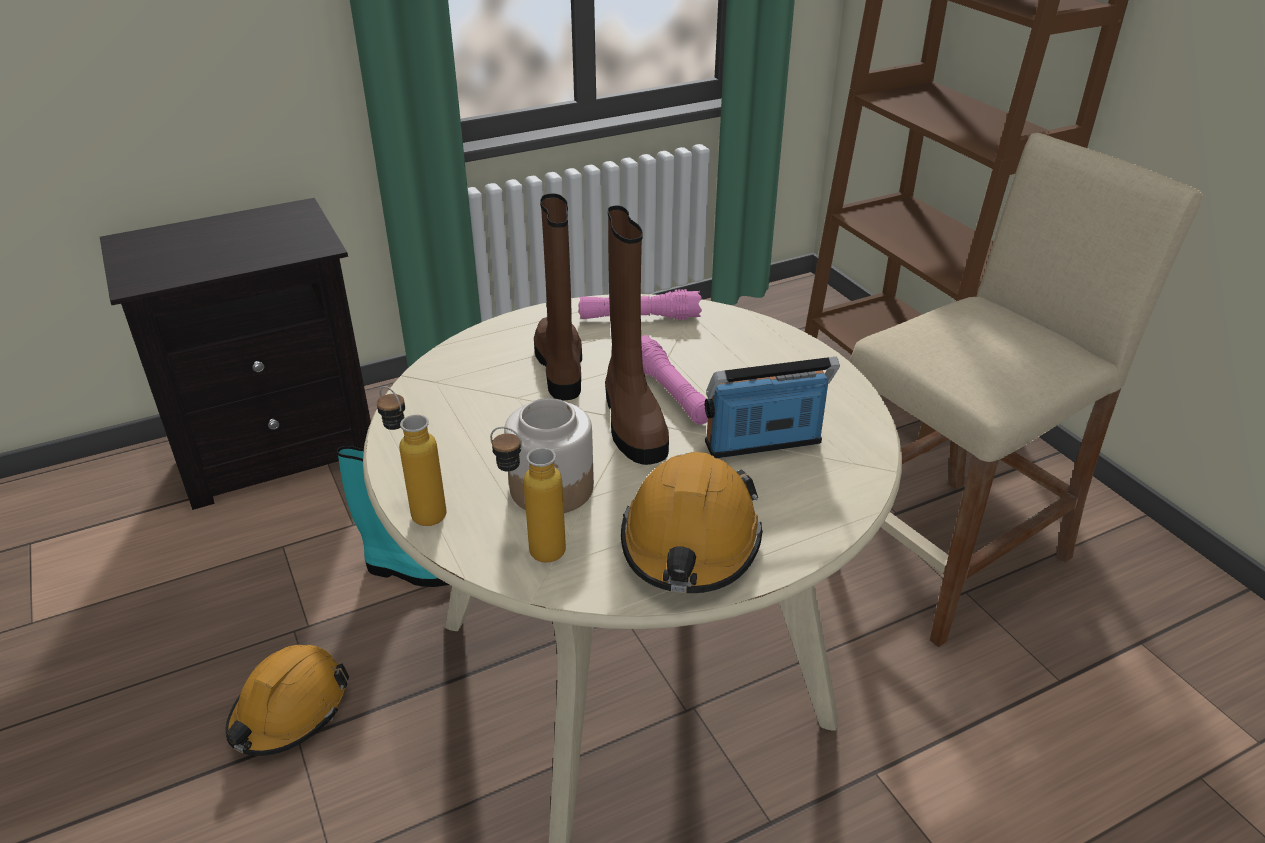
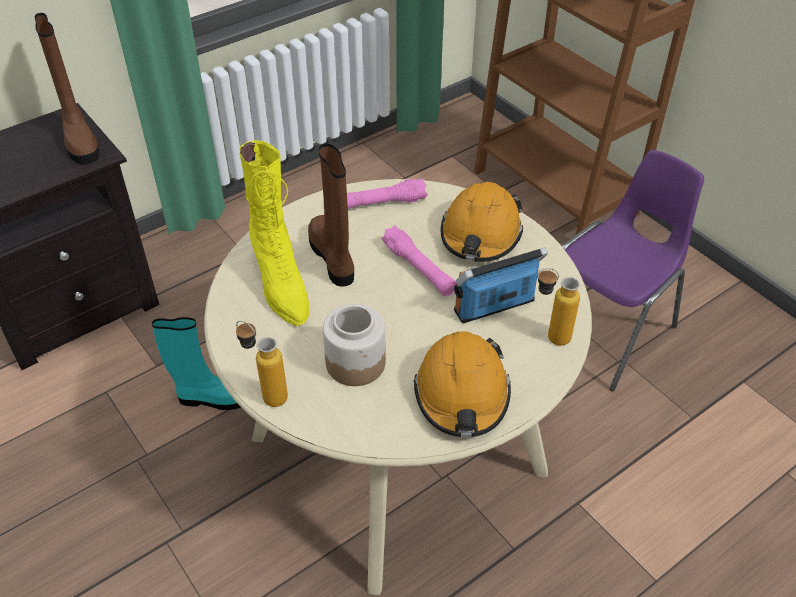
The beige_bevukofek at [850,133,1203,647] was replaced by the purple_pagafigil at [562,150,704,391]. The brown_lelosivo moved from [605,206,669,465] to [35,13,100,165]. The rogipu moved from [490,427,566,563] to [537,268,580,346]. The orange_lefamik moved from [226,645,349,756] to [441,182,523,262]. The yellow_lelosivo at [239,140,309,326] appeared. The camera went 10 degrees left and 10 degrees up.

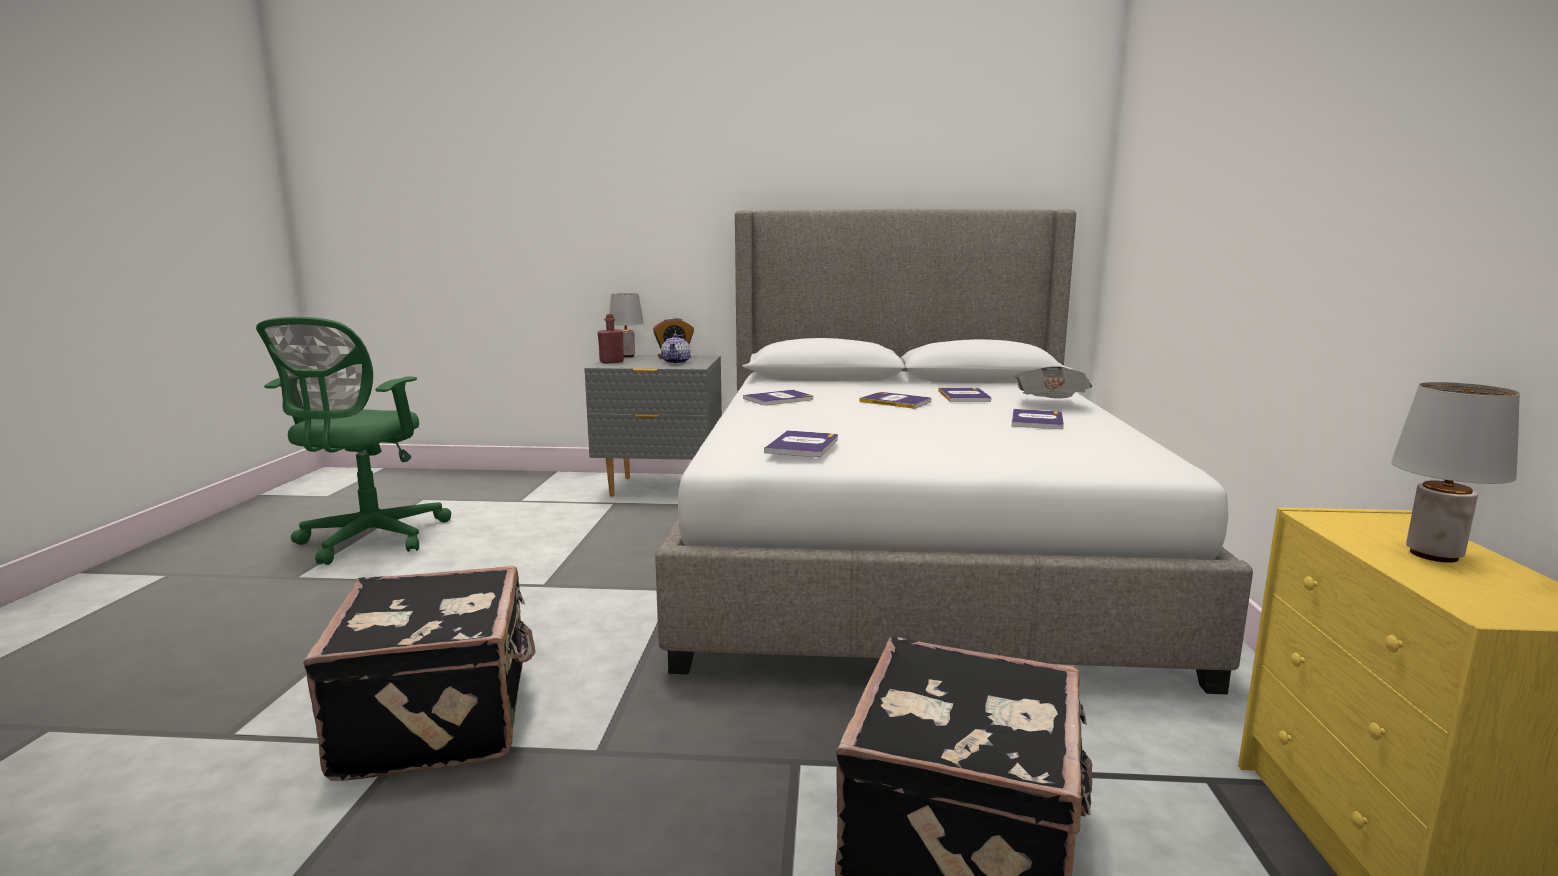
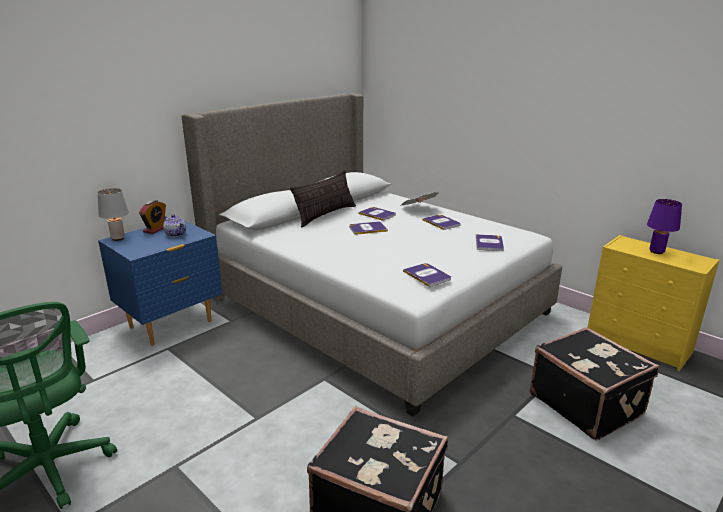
The red_rogipu at [598,314,624,364] disappeared. The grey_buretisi at [584,355,722,496] became the blue_buretisi at [98,221,223,346]. The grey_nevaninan at [1391,382,1520,563] became the purple_nevaninan at [647,199,682,254]. The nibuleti moved from [743,390,813,405] to [476,234,504,251]. The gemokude at [290,170,356,228] appeared. The camera went 50 degrees left and 10 degrees up.

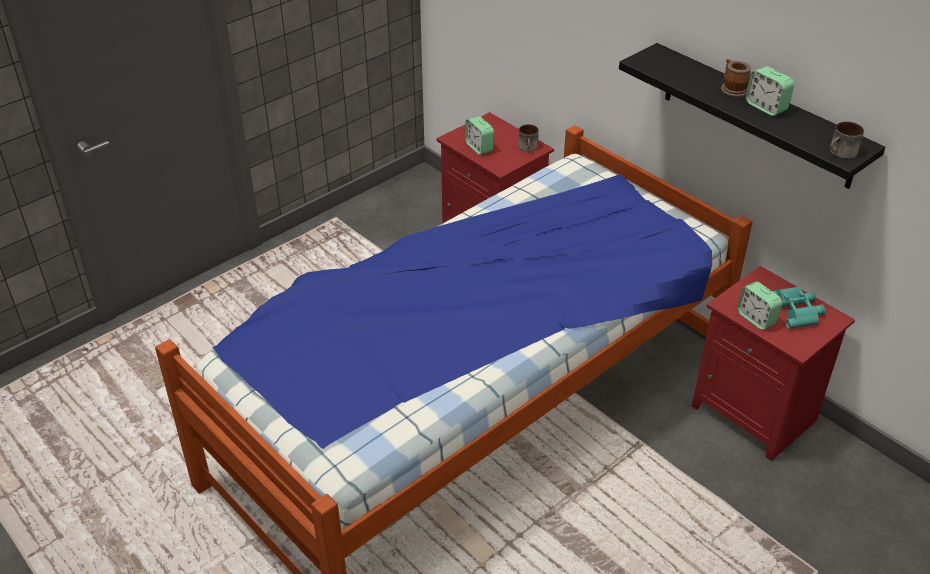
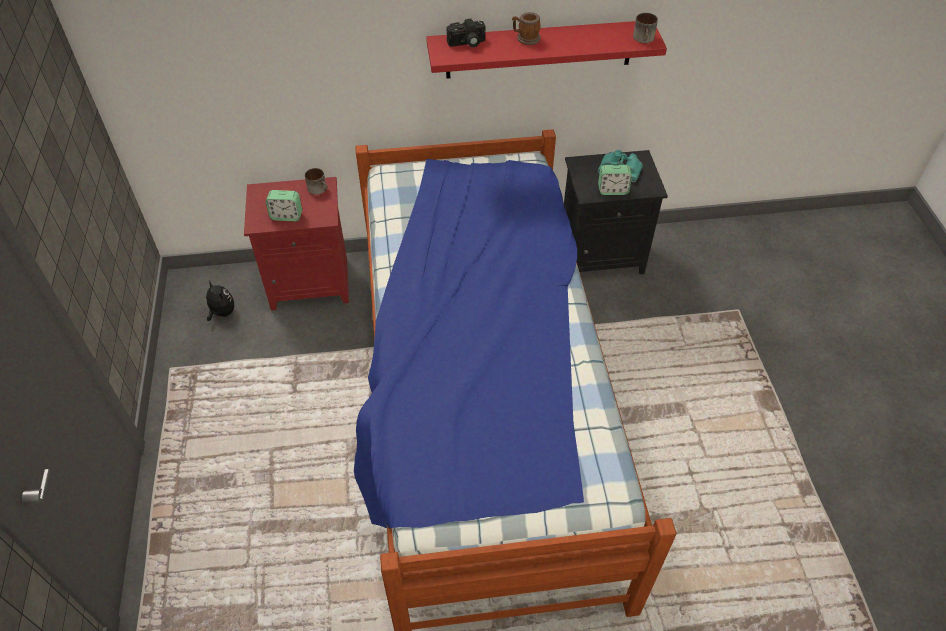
The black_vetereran at [619,43,885,189] became the red_vetereran at [426,21,667,79]. The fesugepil at [746,66,794,116] disappeared. The red_buretisi at [692,266,855,461] became the black_buretisi at [564,150,668,274]. The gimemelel at [446,19,486,47] appeared. The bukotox at [204,281,235,321] appeared. The camera went 55 degrees left and 10 degrees up.

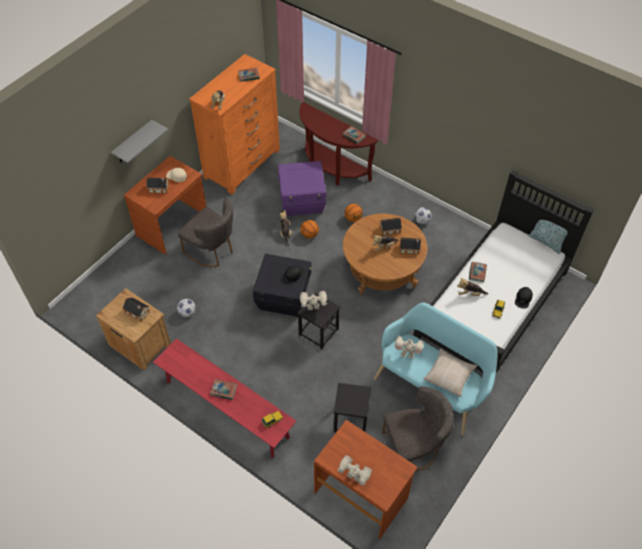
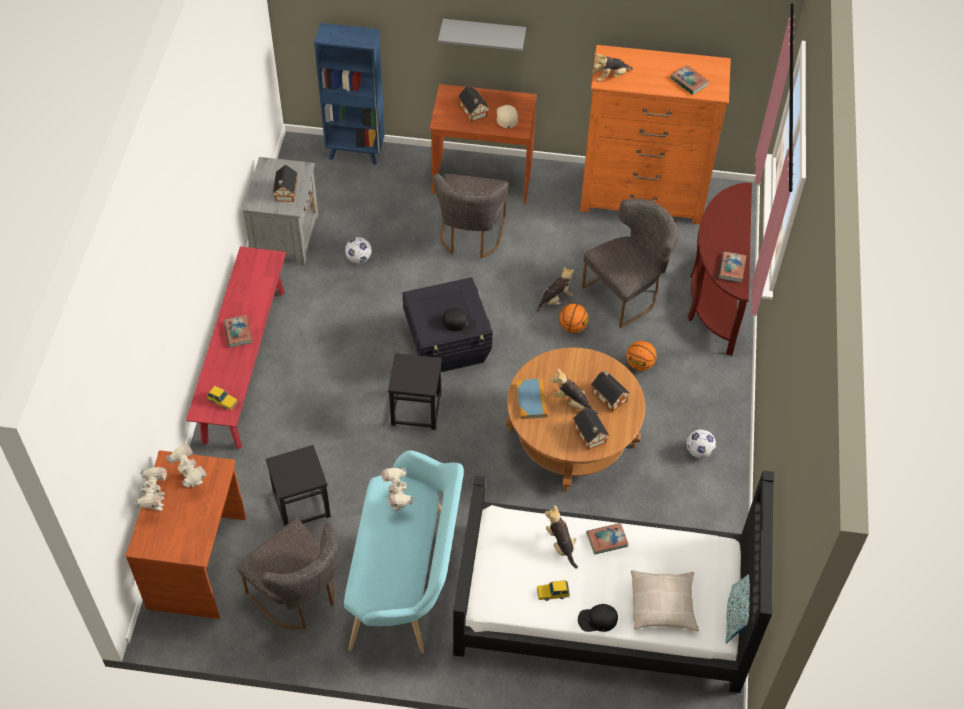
The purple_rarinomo at [278,161,326,216] was replaced by the grey_pagafigil at [582,199,678,328]. The brown_buretisi at [96,288,171,370] became the grey_buretisi at [242,157,318,265]. The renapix moved from [300,291,327,310] to [167,444,207,487]. The beige_gemokude moved from [423,348,477,397] to [631,570,699,631]. The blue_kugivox at [314,23,385,165] appeared. The nibuleti at [516,378,548,419] appeared. The camera went 60 degrees right and 0 degrees up.

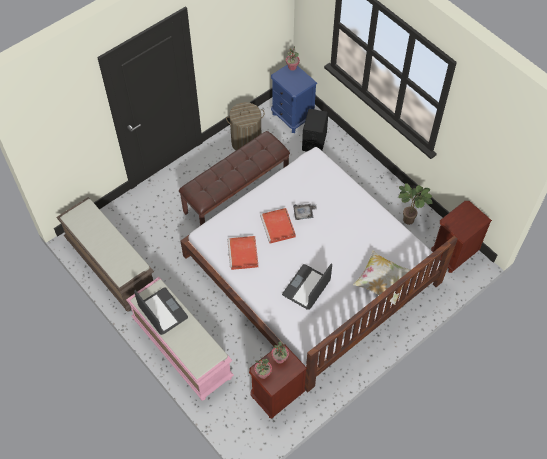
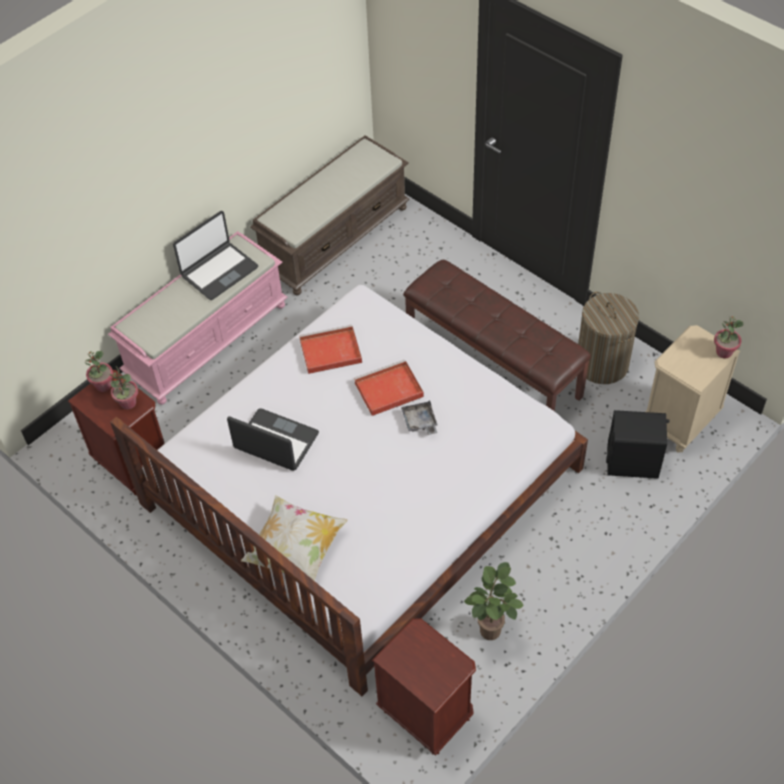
The blue_buretisi at [271,65,317,133] became the beige_buretisi at [646,325,741,453]. The camera went 85 degrees right and 5 degrees down.

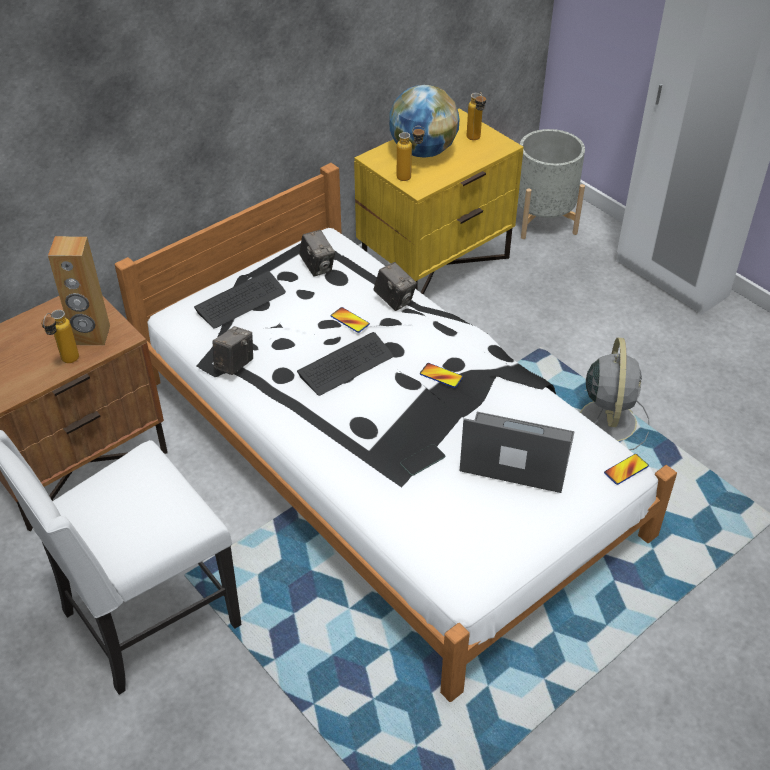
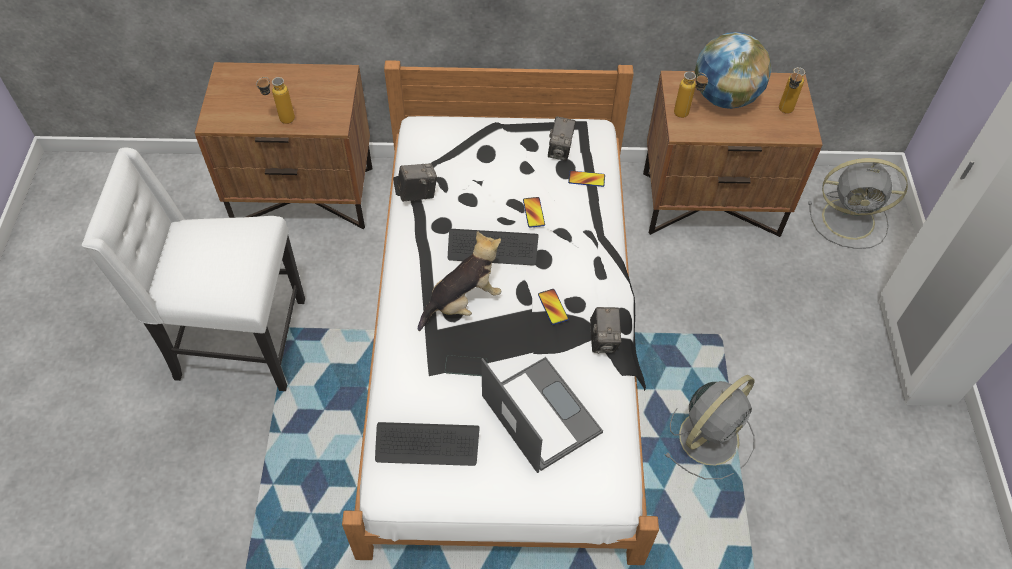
The yellow_buretisi at [354,108,524,295] became the brown_buretisi at [643,71,823,237]. The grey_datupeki at [518,129,585,239] was replaced by the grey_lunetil at [808,158,908,249]. The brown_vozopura at [48,236,110,345] disappeared. The gimemelel moved from [374,262,417,311] to [590,307,621,354]. The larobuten moved from [194,271,286,329] to [375,422,480,466]. The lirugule moved from [604,454,649,485] to [568,171,605,187]. The bukotox at [418,231,501,331] appeared. The camera went 40 degrees right and 10 degrees up.

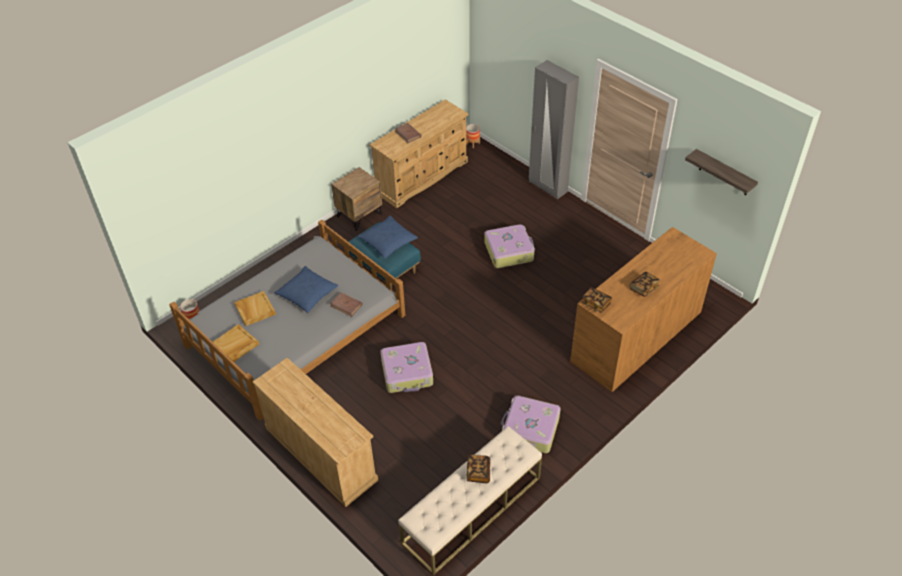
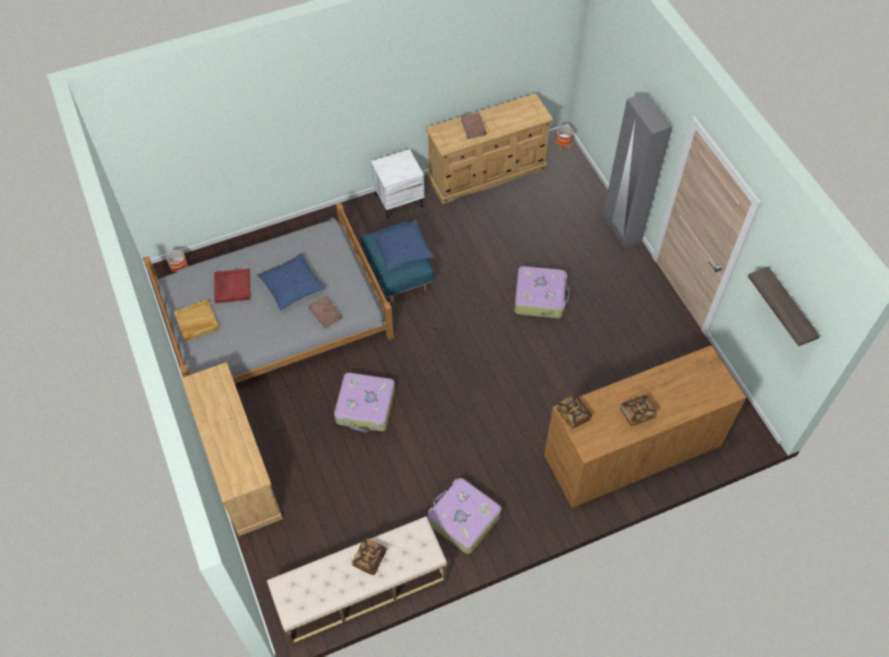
The brown_buretisi at [331,167,382,231] became the white_buretisi at [371,149,424,219]. The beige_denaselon at [234,291,276,326] became the red_denaselon at [214,269,251,303]. The camera went 20 degrees right and 10 degrees up.

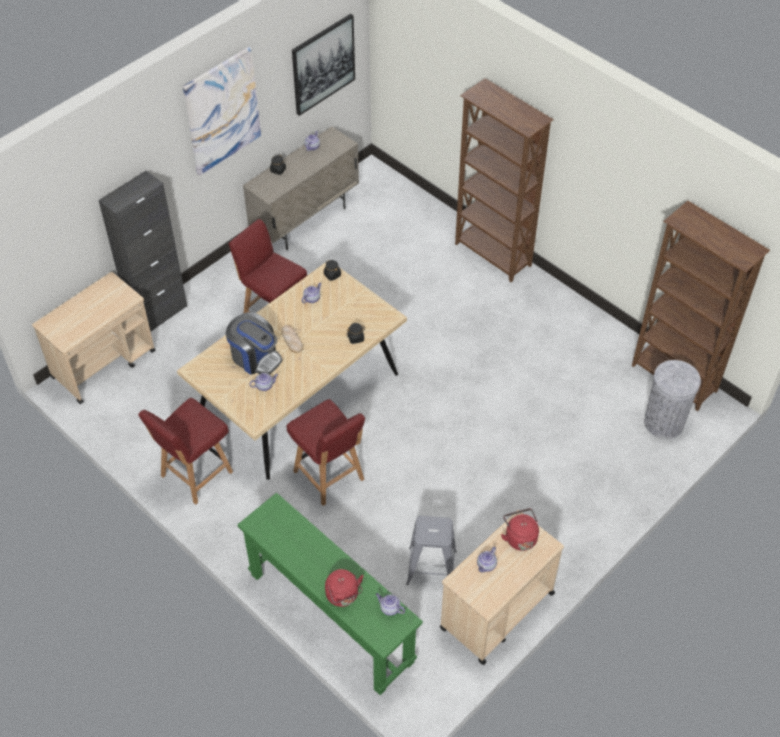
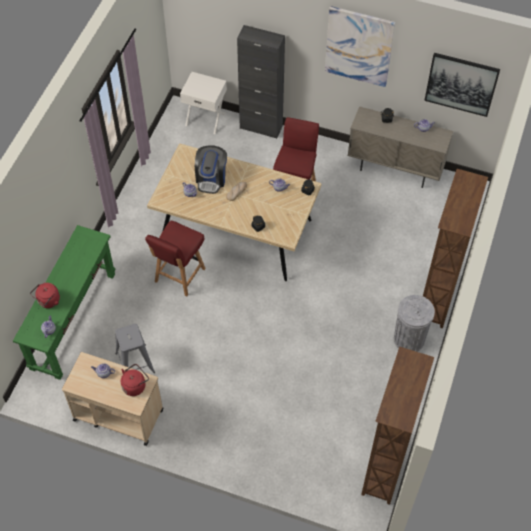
The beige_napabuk at [32,272,156,404] was replaced by the white_buretisi at [180,72,227,134]. The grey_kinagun moved from [644,360,701,439] to [394,295,435,352]. The red_pagafigil at [138,398,233,505] disappeared. The camera went 65 degrees right and 5 degrees up.

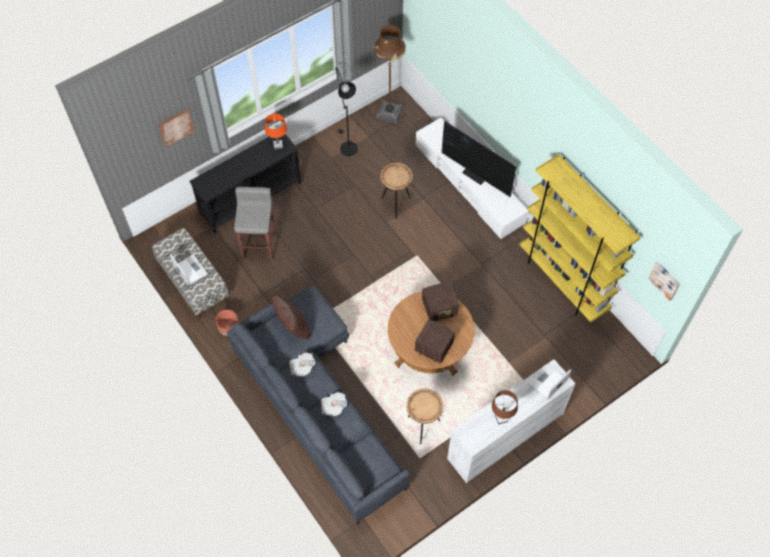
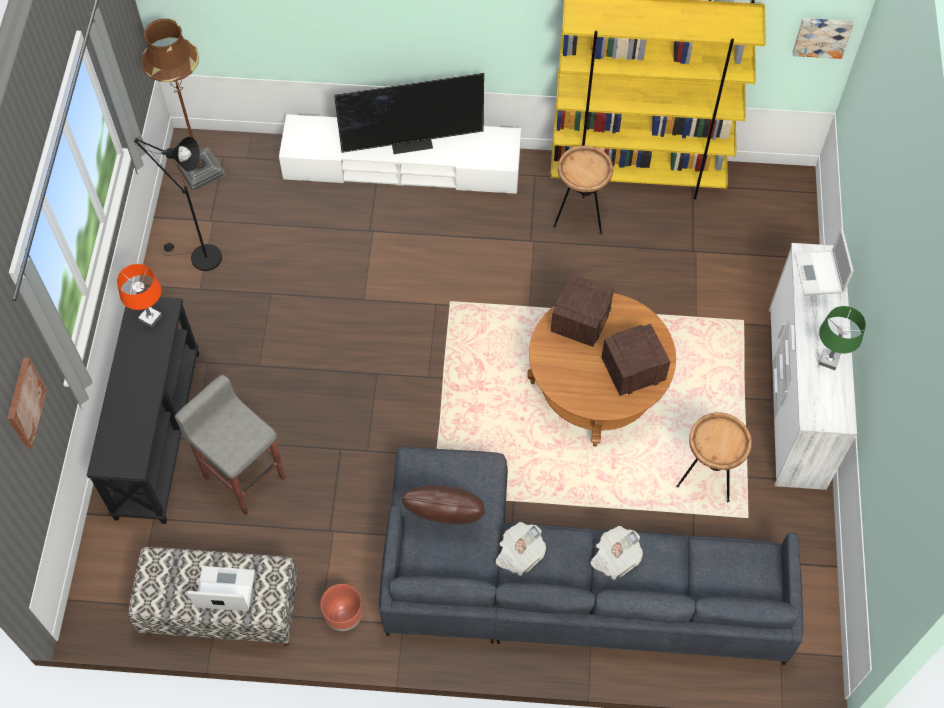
The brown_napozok moved from [380,163,413,219] to [553,145,613,234]. The brown_nevaninan at [492,390,518,425] became the green_nevaninan at [819,306,866,370]. The camera went 50 degrees left and 0 degrees up.

